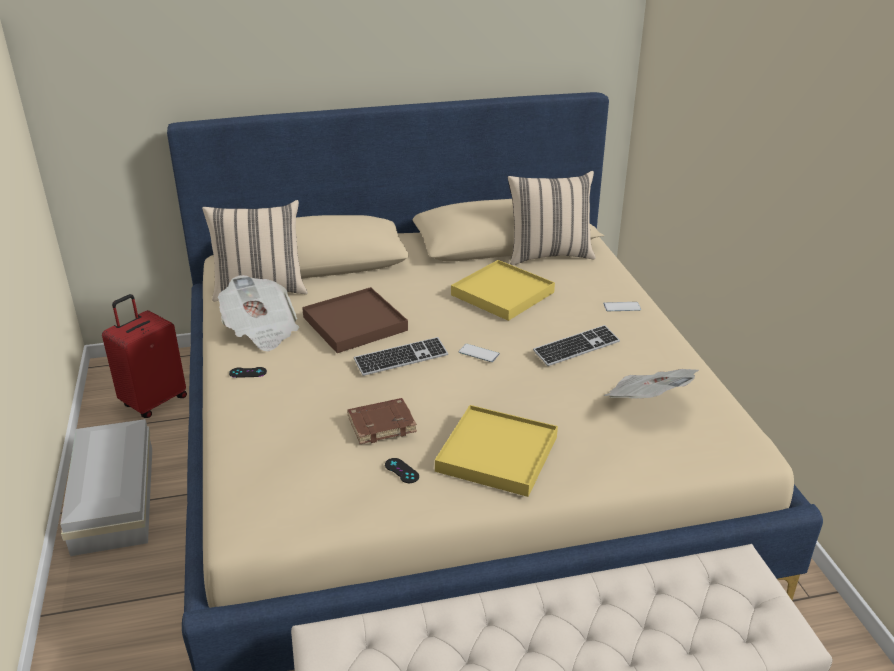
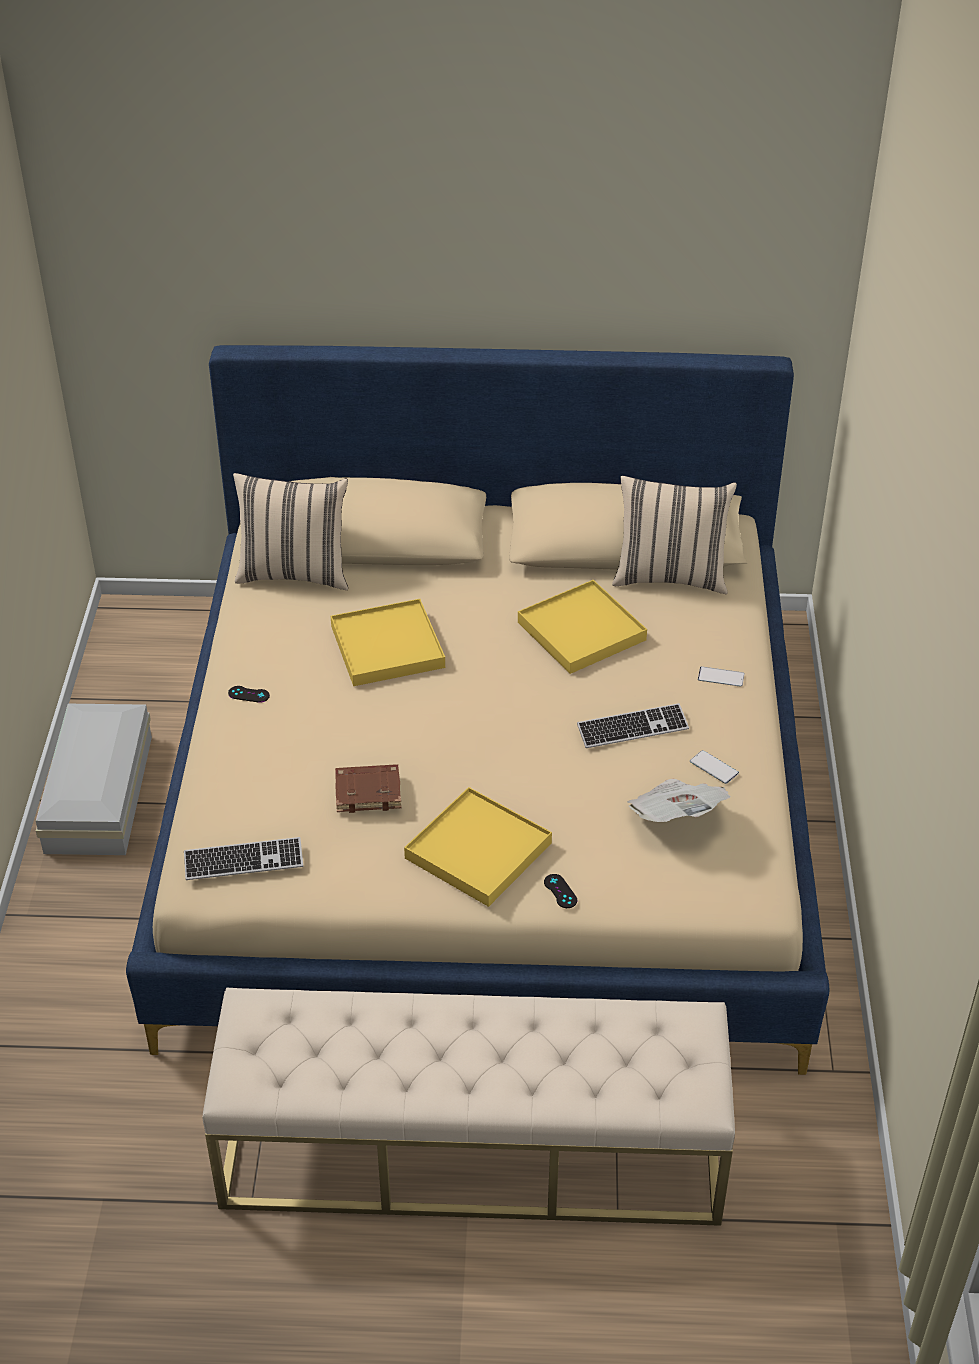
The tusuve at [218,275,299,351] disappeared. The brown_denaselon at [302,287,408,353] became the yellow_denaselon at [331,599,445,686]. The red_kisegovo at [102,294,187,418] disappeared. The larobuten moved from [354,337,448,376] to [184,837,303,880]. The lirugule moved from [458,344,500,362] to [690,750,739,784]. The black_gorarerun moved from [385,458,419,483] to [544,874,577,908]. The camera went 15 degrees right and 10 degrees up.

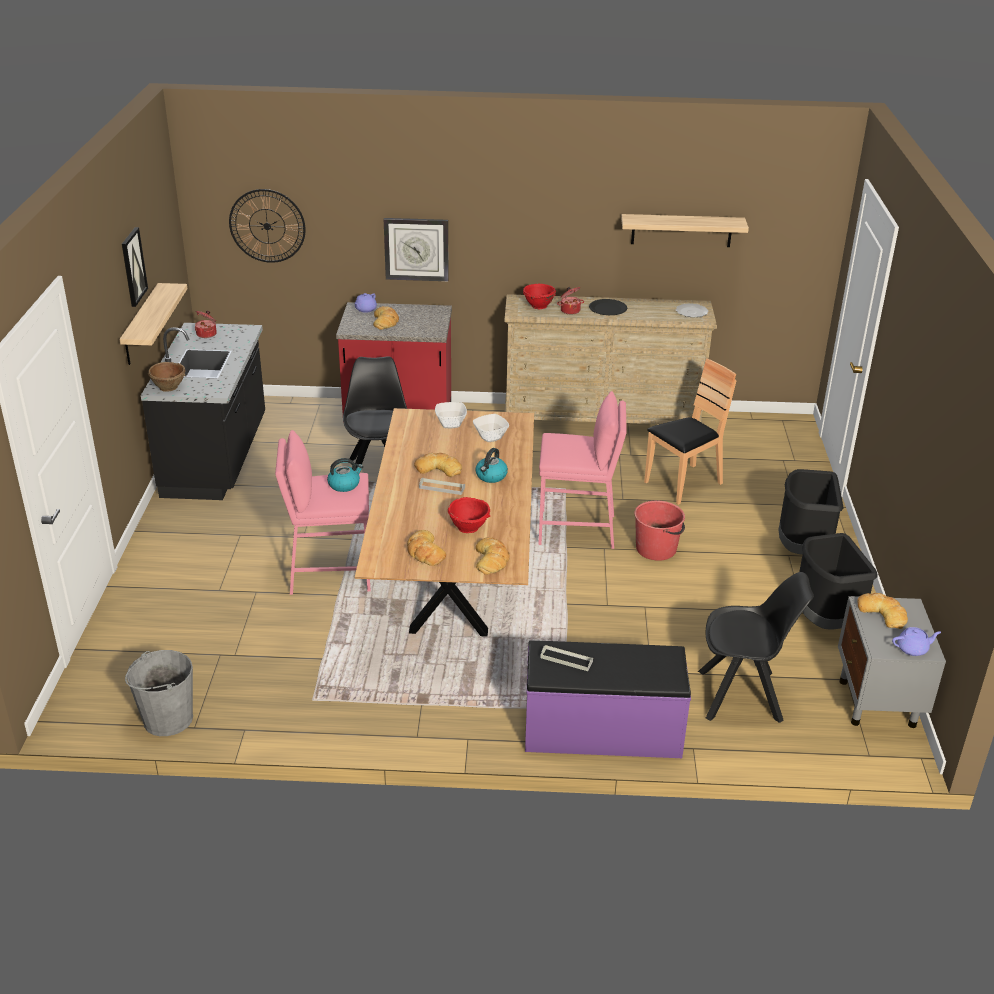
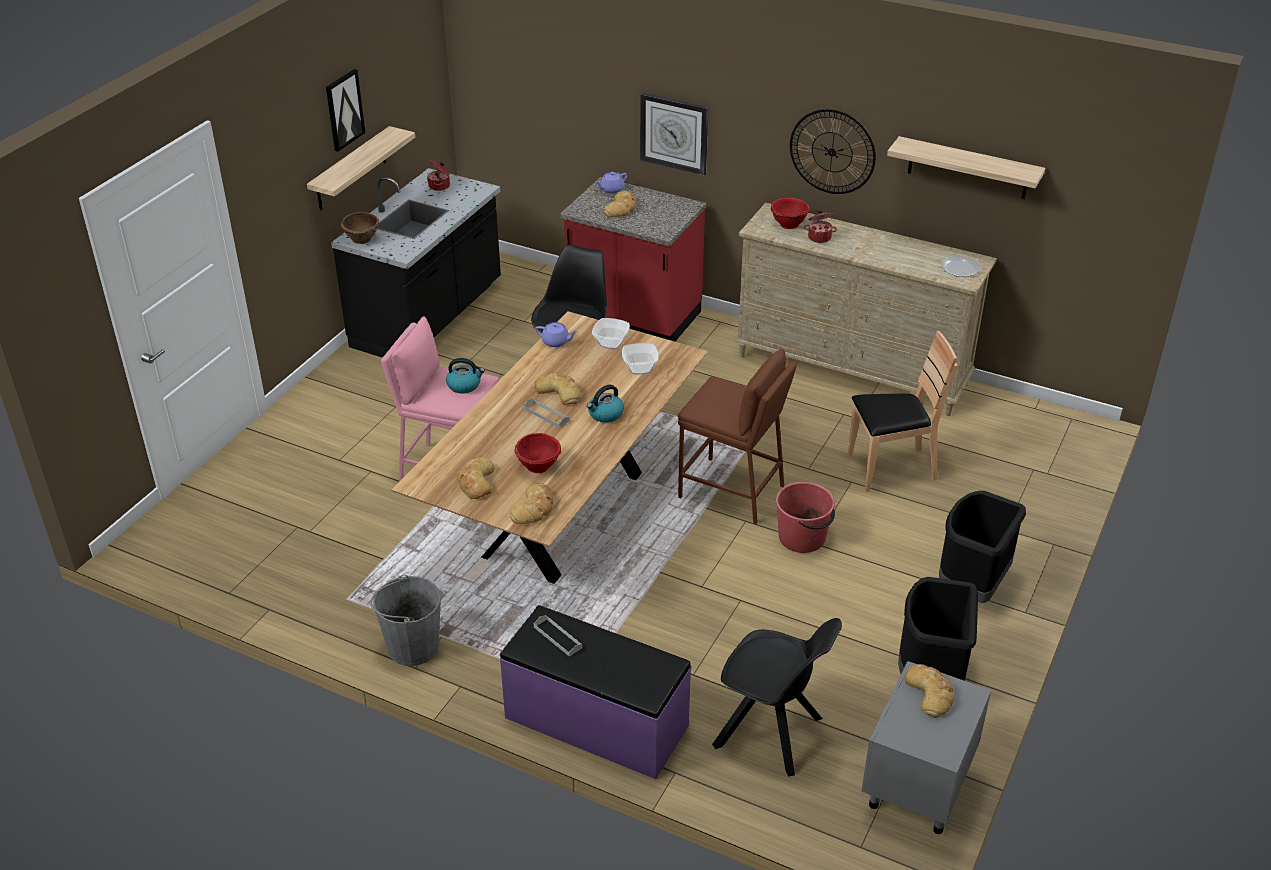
The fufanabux moved from [229,189,306,263] to [790,109,876,194]. The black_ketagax at [589,299,627,315] disappeared. The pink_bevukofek at [538,391,627,549] became the brown_bevukofek at [678,348,797,524]. The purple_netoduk moved from [892,627,941,656] to [535,322,578,347]. The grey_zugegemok moved from [125,650,193,736] to [370,575,441,666]. The camera went 25 degrees right and 5 degrees up.

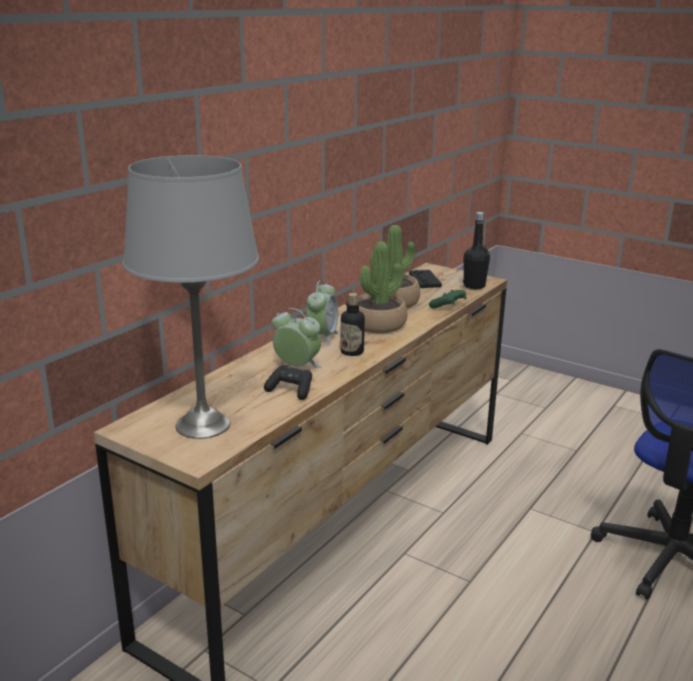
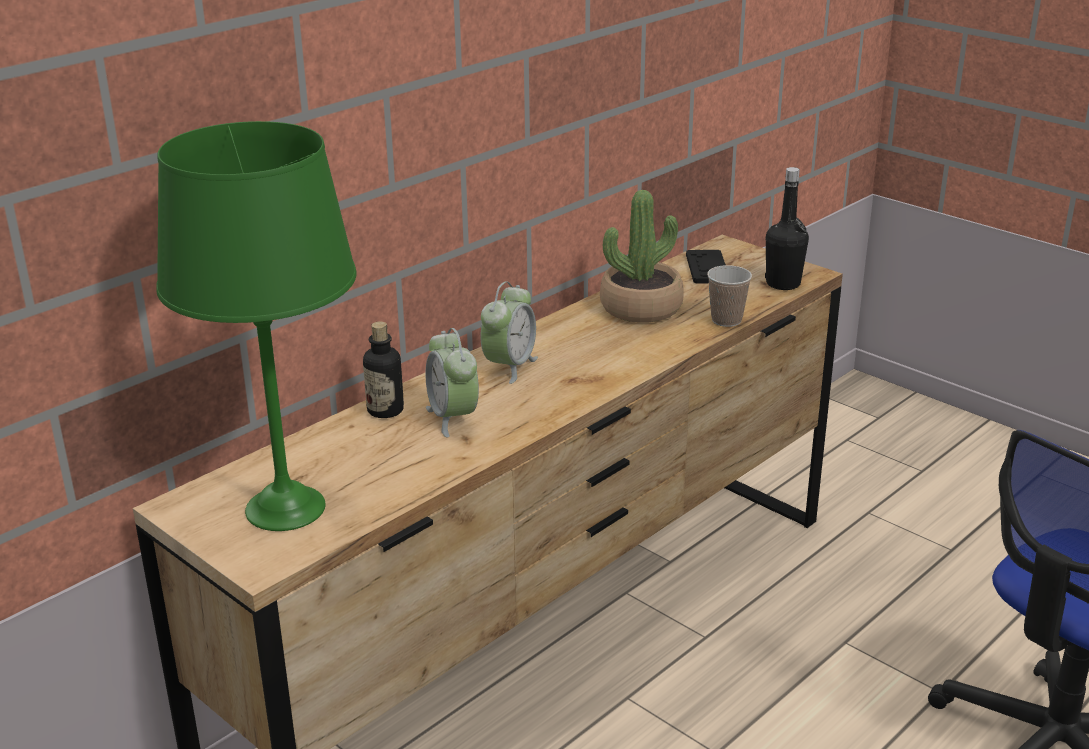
The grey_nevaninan at [123,155,259,439] became the green_nevaninan at [156,121,357,531]. The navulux at [358,241,407,333] disappeared. The green_gorarerun at [429,290,466,309] was replaced by the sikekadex at [707,265,752,327]. The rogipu moved from [340,293,365,356] to [363,321,404,418]. The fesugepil at [272,308,322,368] turned 150 degrees counterclockwise. The black_gorarerun at [264,365,312,400] disappeared. The camera went 10 degrees right and 5 degrees up.

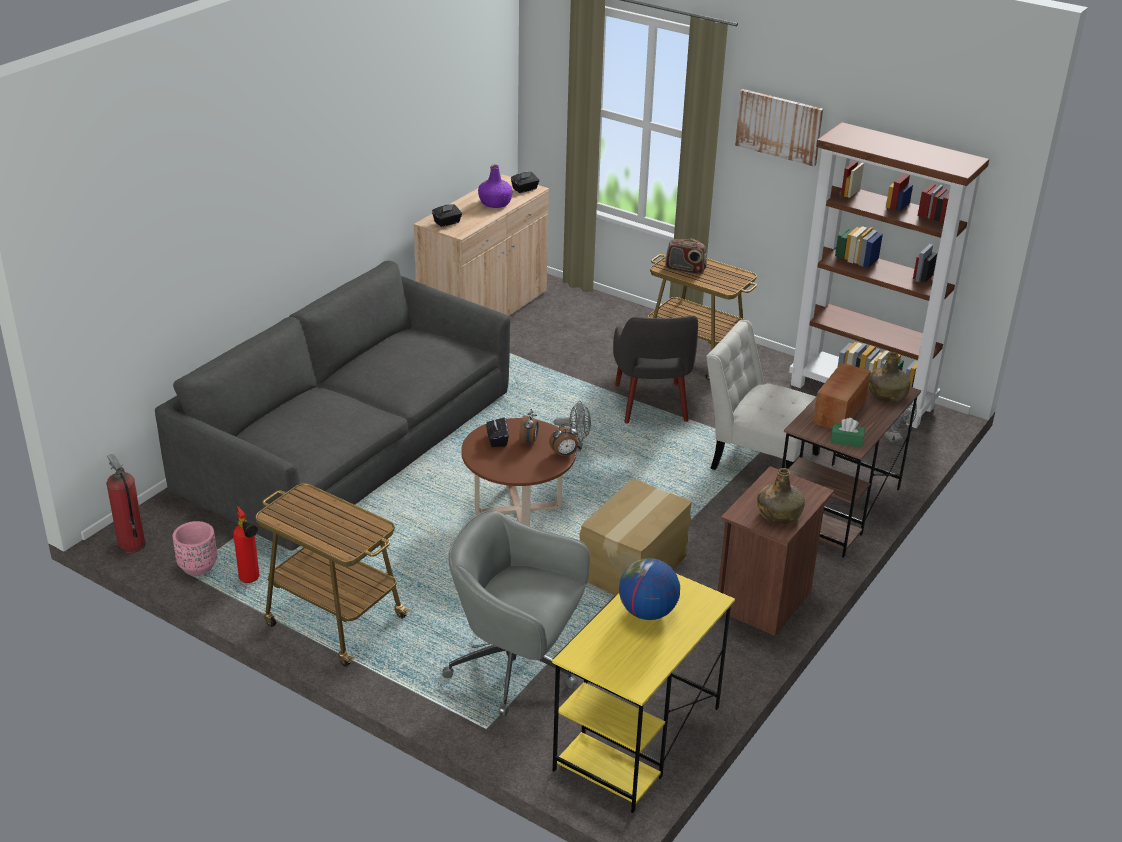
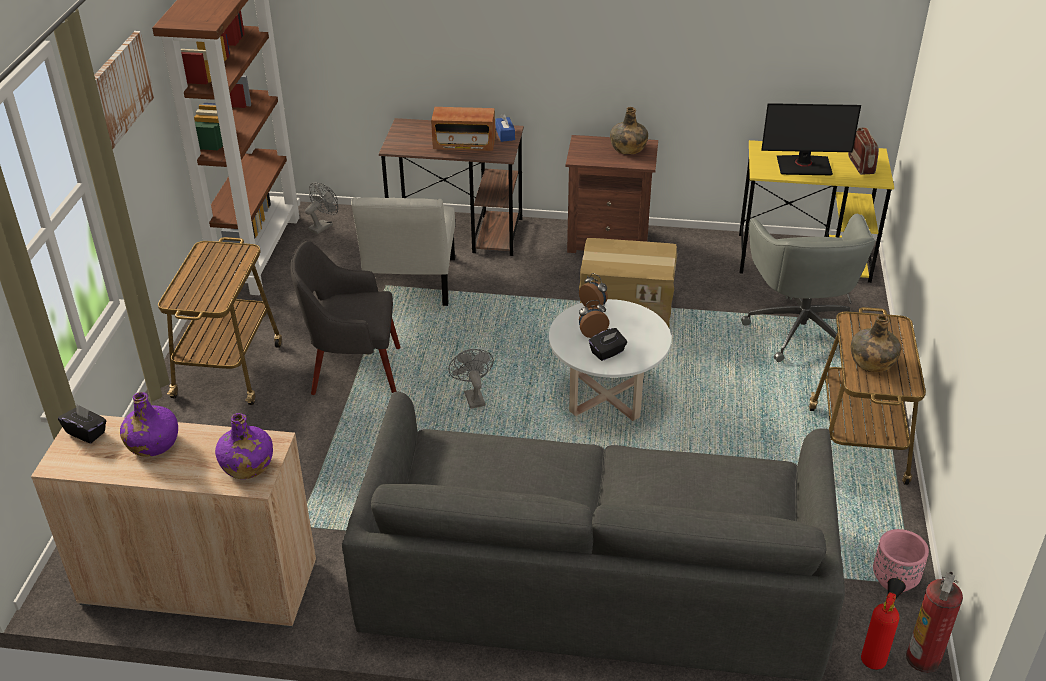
The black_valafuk at [432,204,462,227] was replaced by the purple_rogipu at [215,413,273,479]. The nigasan moved from [665,239,707,275] to [848,127,879,175]. The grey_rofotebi at [613,315,698,423] turned 150 degrees counterclockwise. The green_rogipu moved from [868,352,910,403] to [851,314,901,372]. The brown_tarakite at [461,418,576,526] became the white_tarakite at [549,299,671,421]. The green_valafuk at [831,418,865,448] became the blue_valafuk at [495,114,515,142]. The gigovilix moved from [233,506,259,583] to [861,578,906,670]. The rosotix at [619,558,680,620] was replaced by the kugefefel at [761,103,861,175]. The camera went 115 degrees left and 5 degrees up.

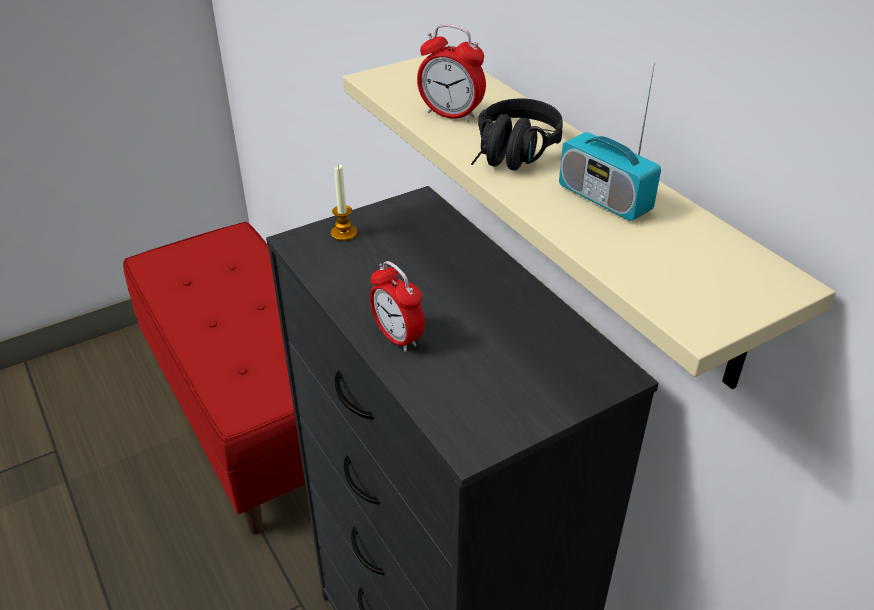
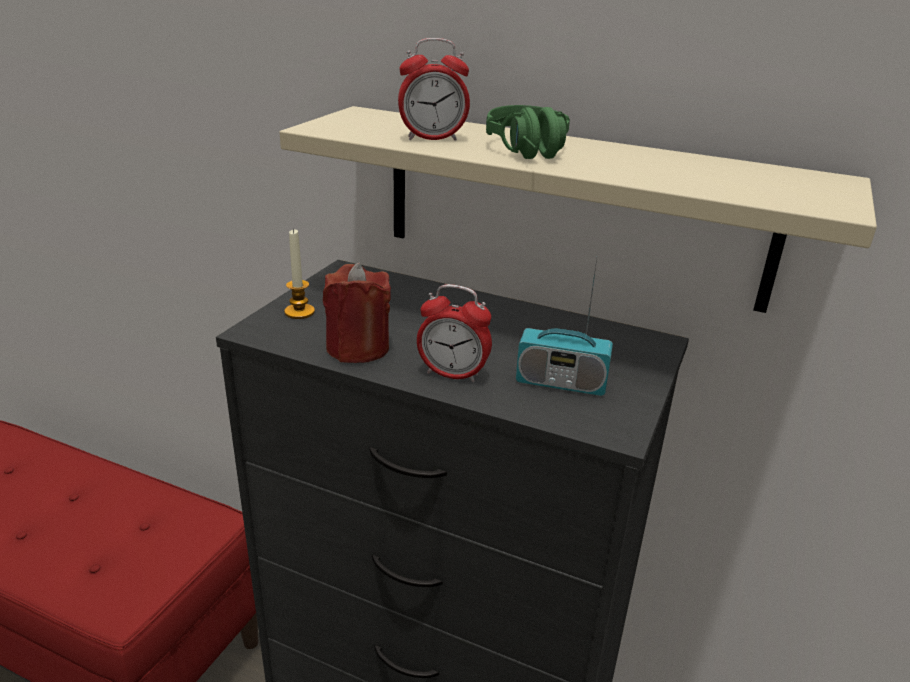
The nigasan moved from [559,63,661,221] to [516,259,613,396]. The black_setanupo at [471,98,563,171] became the green_setanupo at [486,105,570,159]. The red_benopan at [323,263,391,363] appeared. The camera went 35 degrees left and 10 degrees down.

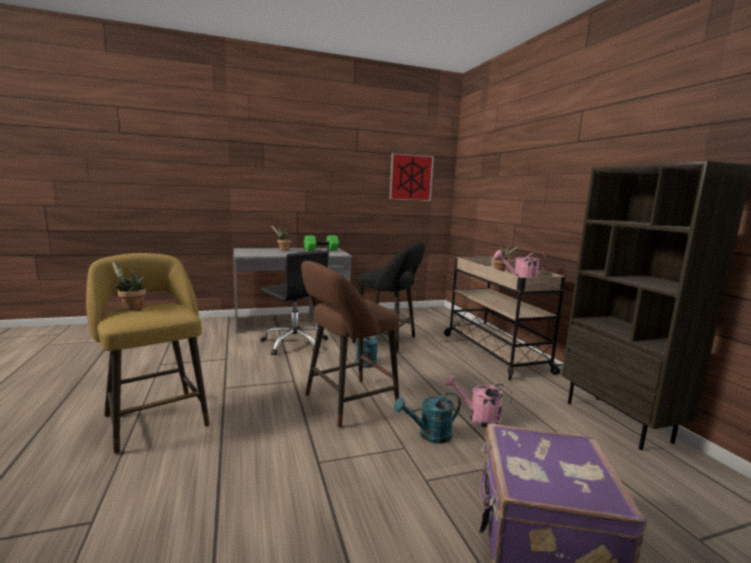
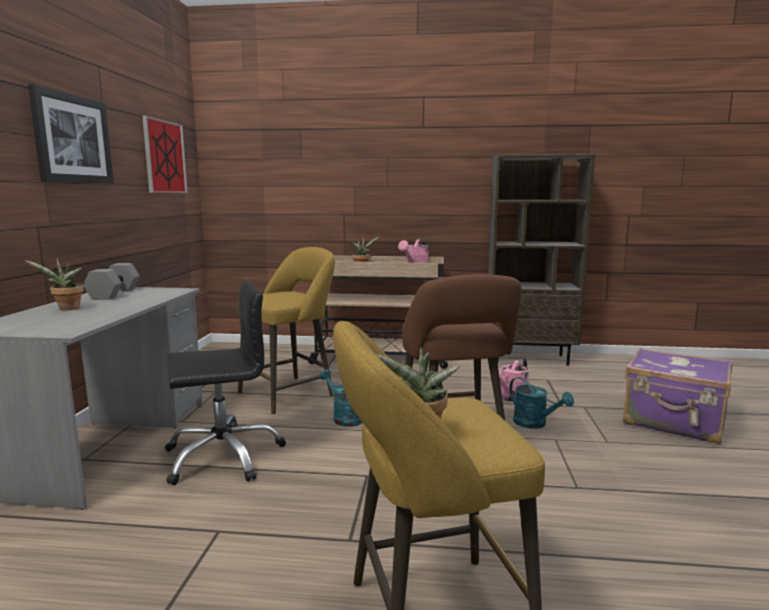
The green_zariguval at [304,235,339,251] became the grey_zariguval at [83,263,140,300]. The black_bevukofek at [353,242,425,352] became the yellow_bevukofek at [238,247,335,415]. The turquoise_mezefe at [394,392,461,443] turned 45 degrees counterclockwise. The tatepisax at [28,84,114,184] appeared. The camera went 65 degrees left and 0 degrees up.

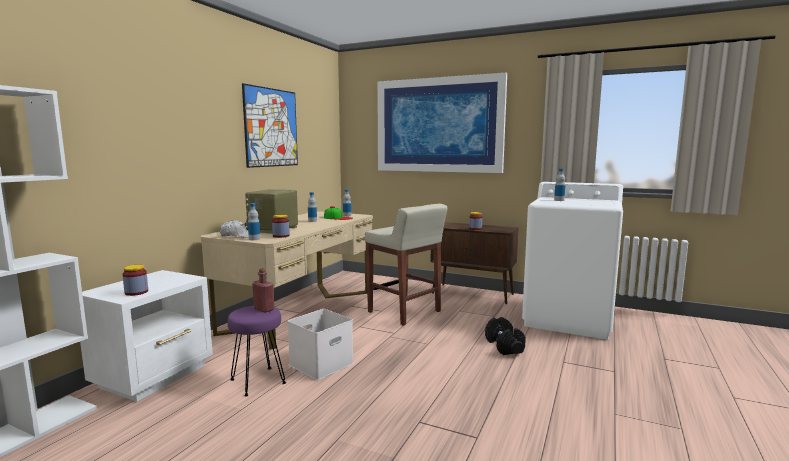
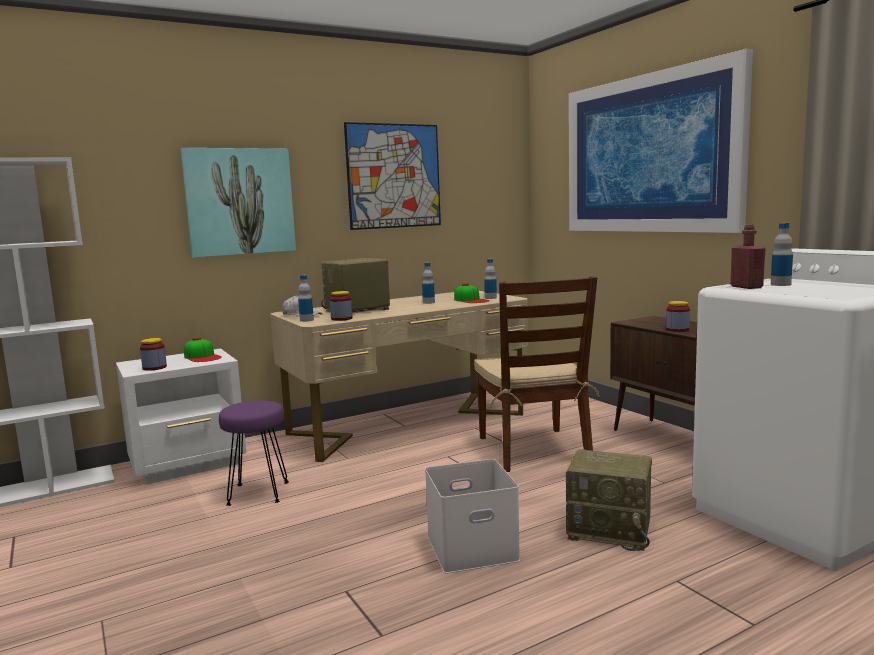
The beige_bevukofek at [365,204,447,325] was replaced by the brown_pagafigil at [474,276,600,472]. The red_rogipu moved from [252,268,274,313] to [731,225,766,289]. The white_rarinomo moved from [287,309,354,380] to [425,459,520,573]. The black_zariguval at [485,317,526,355] was replaced by the nigasan at [566,449,652,551]. The tatepisax at [181,148,296,257] appeared. The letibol at [184,337,222,362] appeared. The camera went 35 degrees right and 0 degrees up.

